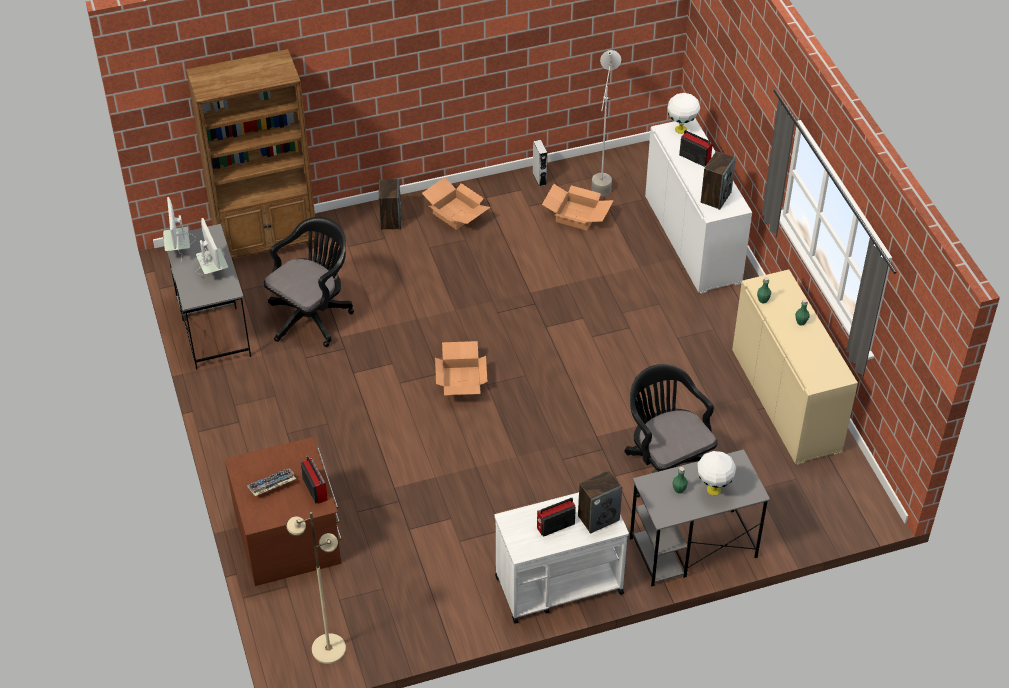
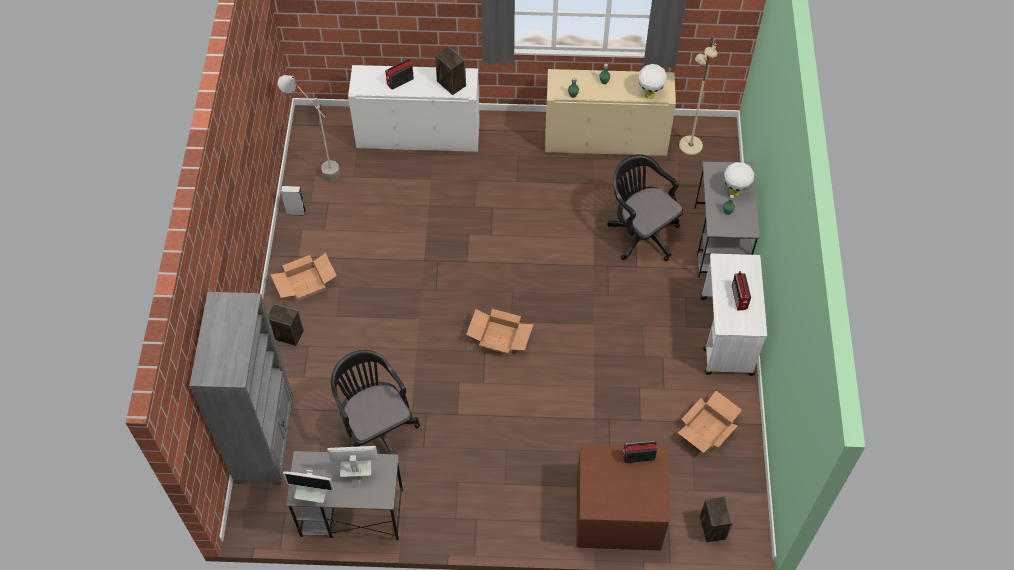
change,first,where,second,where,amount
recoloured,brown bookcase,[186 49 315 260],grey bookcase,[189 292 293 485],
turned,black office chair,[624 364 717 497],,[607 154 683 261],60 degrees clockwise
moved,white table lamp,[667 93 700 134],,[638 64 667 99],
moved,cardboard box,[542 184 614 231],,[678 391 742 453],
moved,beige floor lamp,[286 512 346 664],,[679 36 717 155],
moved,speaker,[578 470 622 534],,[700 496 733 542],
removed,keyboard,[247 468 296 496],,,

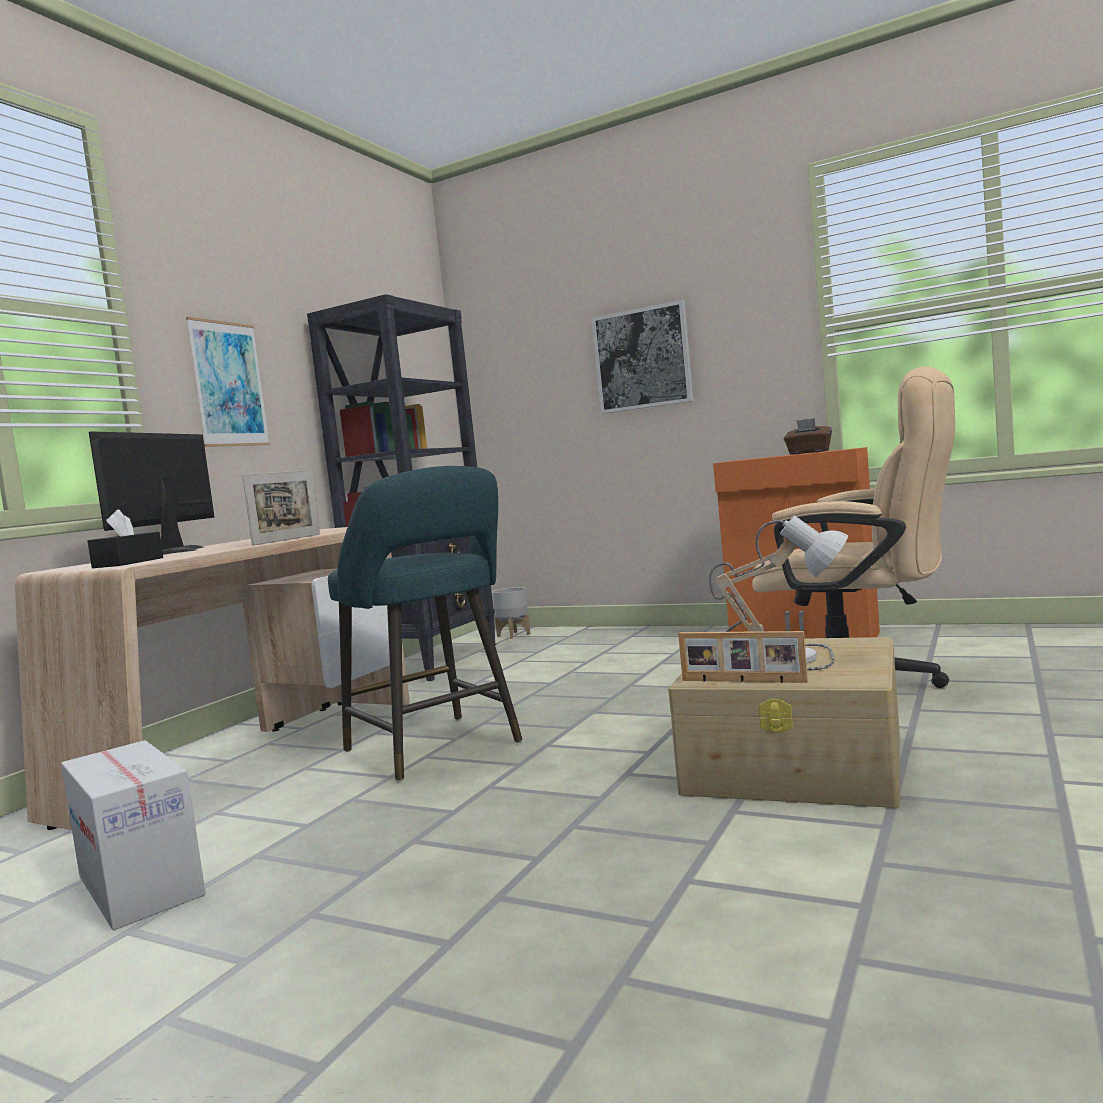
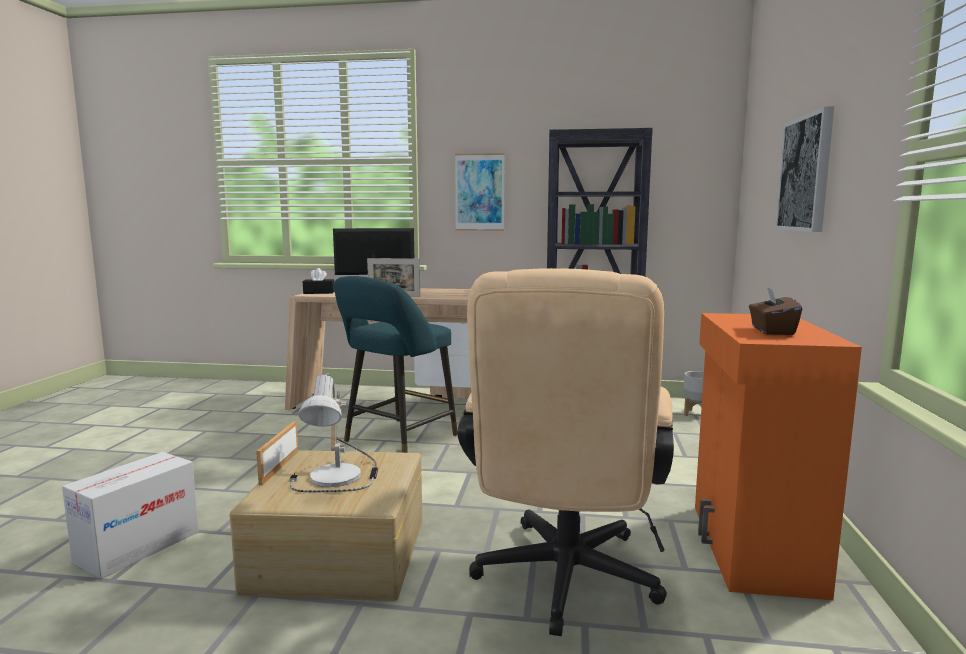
change,first,where,second,where,amount
moved,cardboard box,[61 740 206 930],,[62 452 199 579],

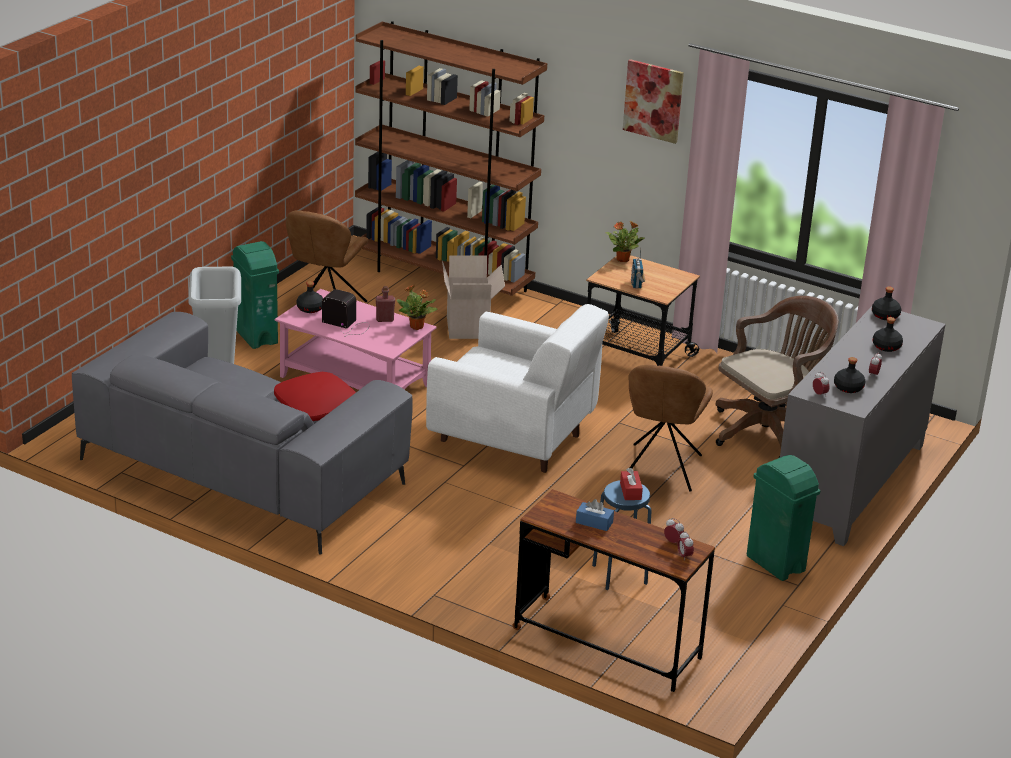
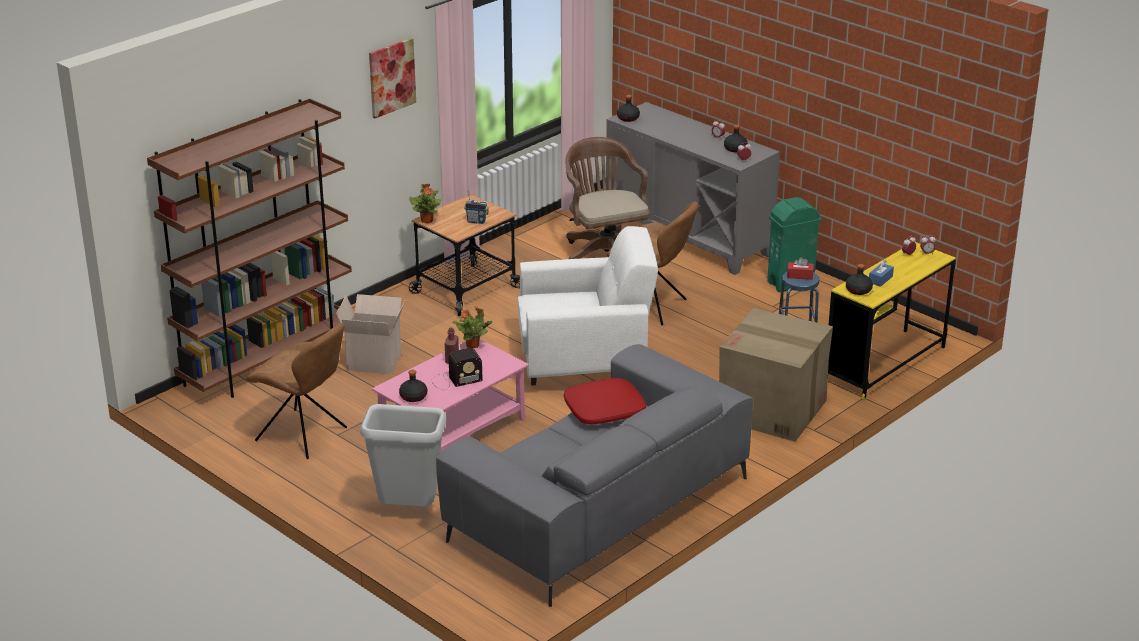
change,first,where,second,where,amount
turned,radio,[322 289 369 336],,[432 348 483 390],150 degrees counterclockwise
turned,white armchair,[426 304 609 473],,[518 226 658 386],45 degrees clockwise
added,,,cardboard box,[719 308 833 442],
recoloured,brown desk,[513 489 715 692],yellow desk,[828 242 956 400],
moved,black bottle,[873 317 903 352],,[846 264 873 295],
removed,green trash can,[231 241 279 349],,,

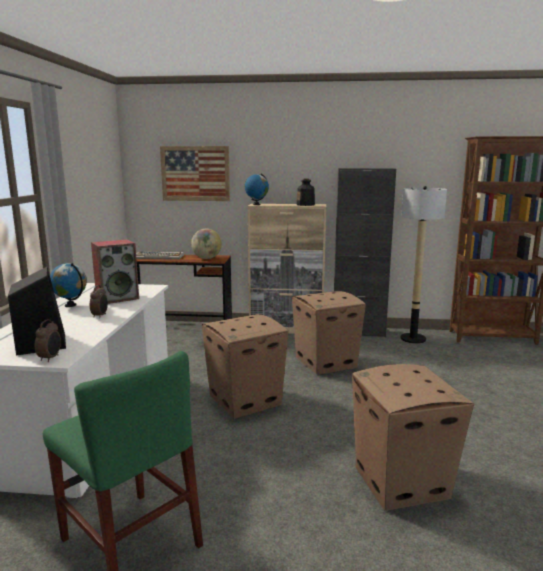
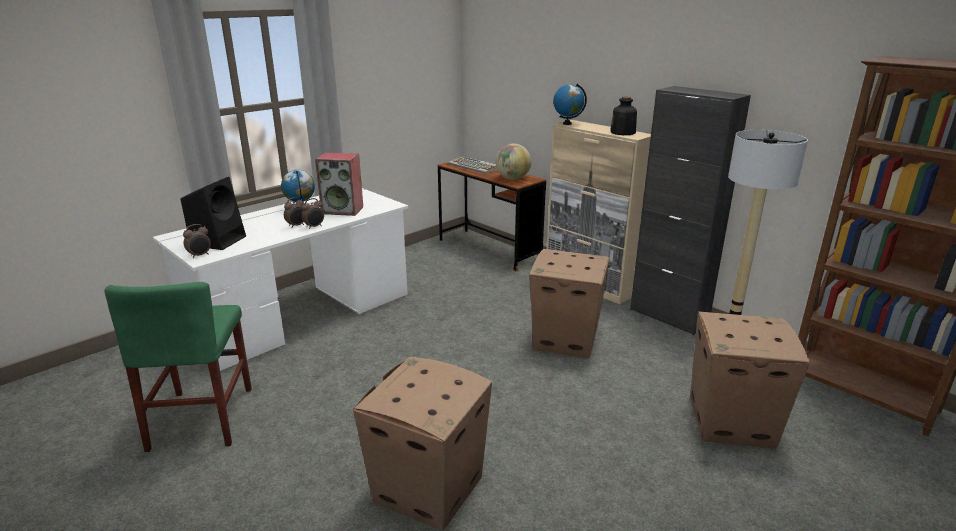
change,first,where,second,where,amount
added,,,alarm clock,[301 198 324 229],
moved,cardboard box,[202 314 288 419],,[690 311 810 449],
removed,picture,[160 146 230 201],,,

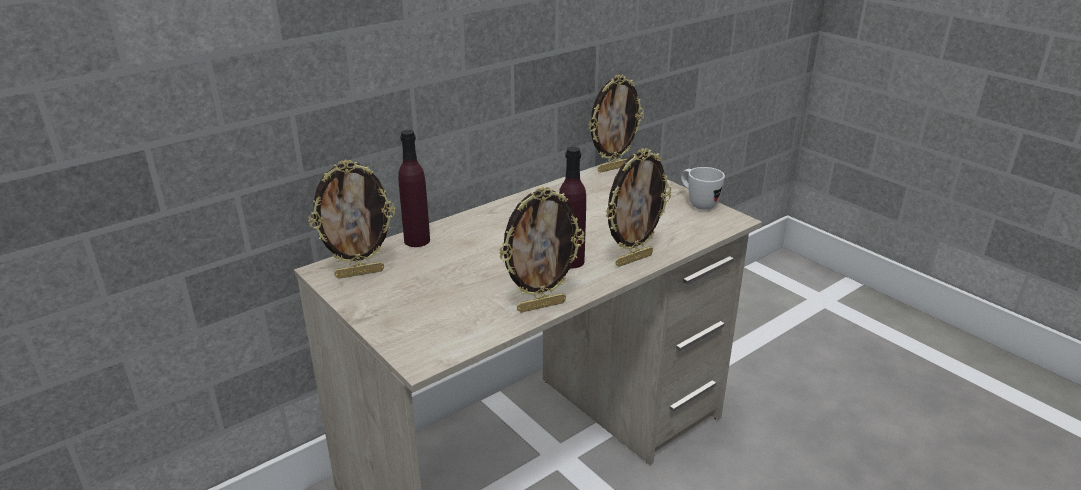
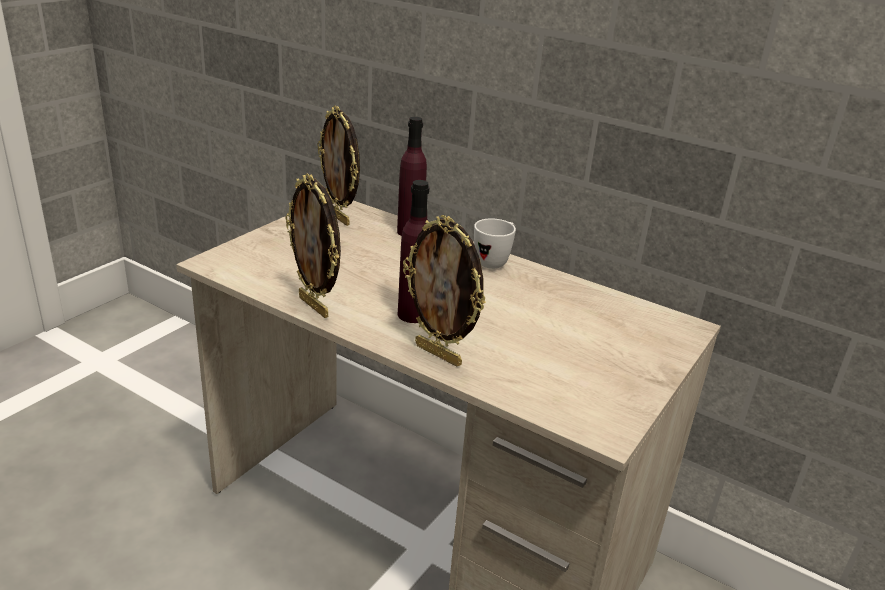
change,first,where,second,where,amount
moved,white mug,[681 167 725 210],,[474 218 516 269],
removed,picture frame,[588 74 644 173],,,

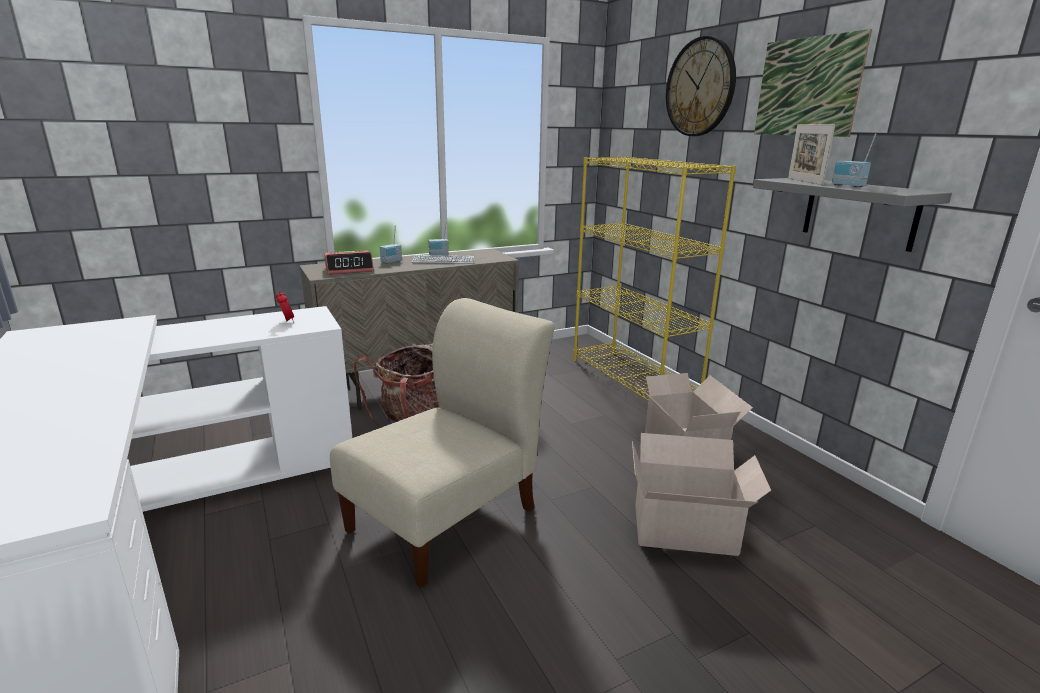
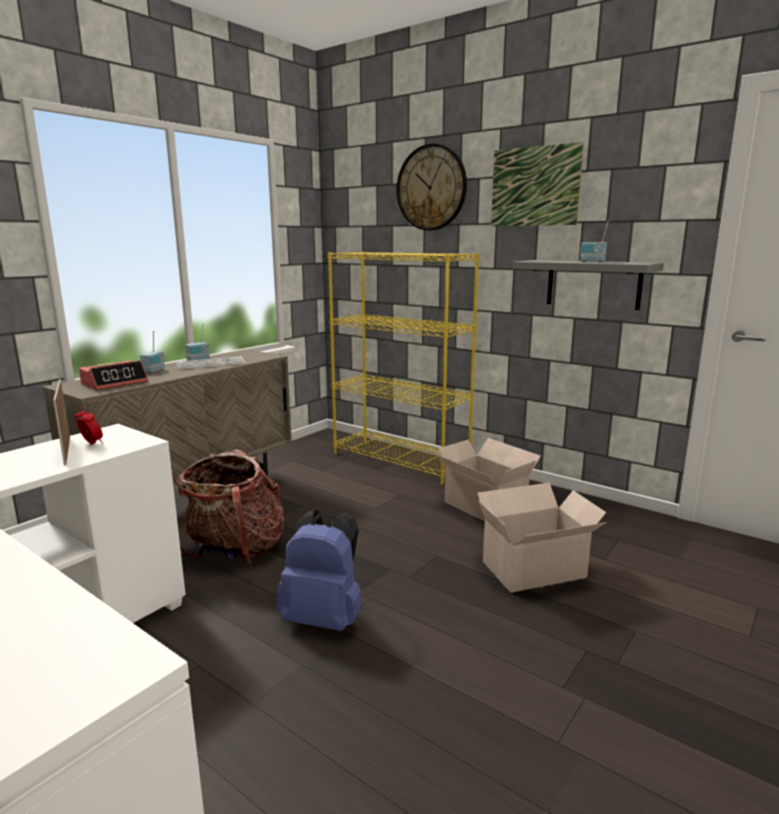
change,first,where,second,where,amount
moved,picture frame,[788 125 835 185],,[53 379 70 466],
replaced,beige chair,[330 298 555 587],blue backpack,[277 510 361 631],

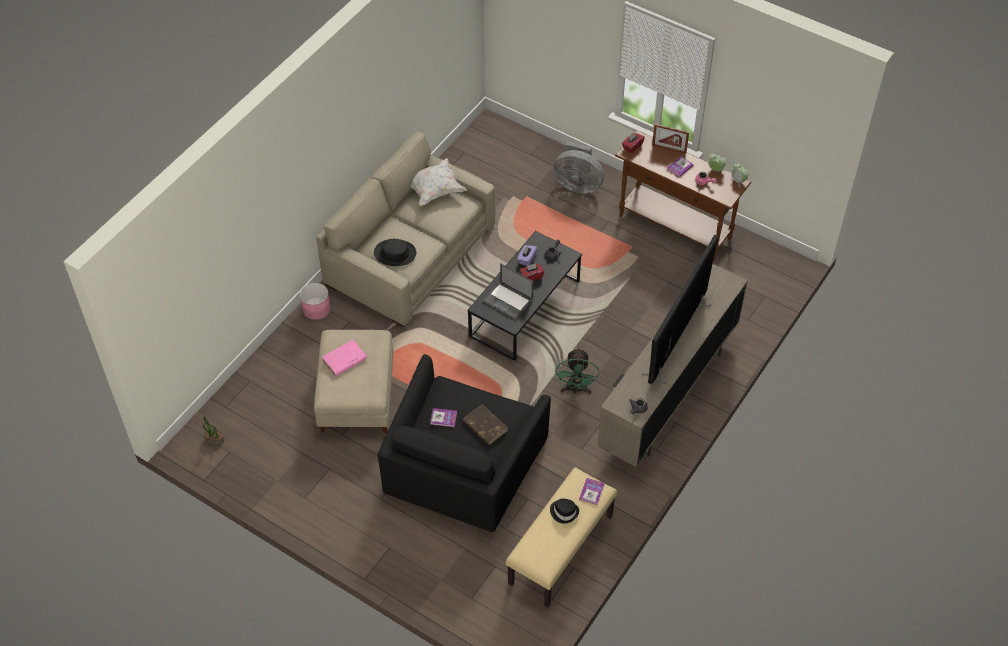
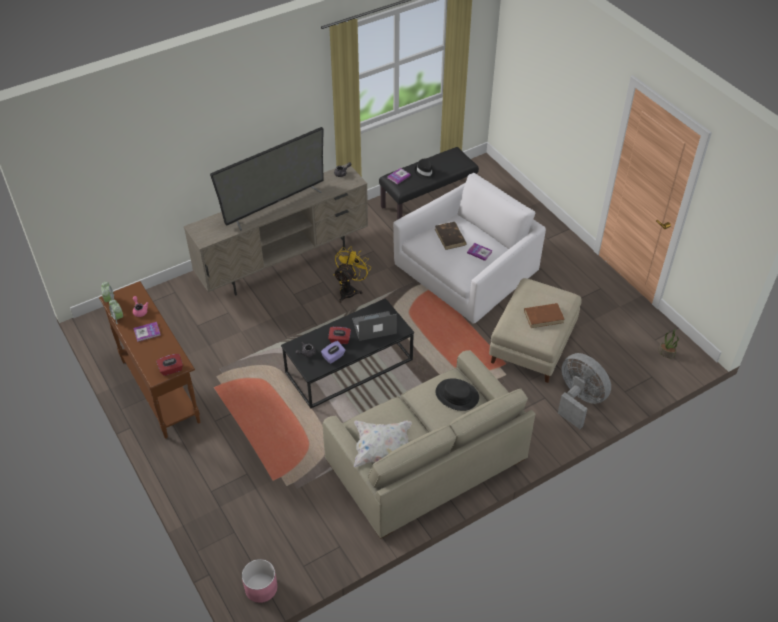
change,first,where,second,where,amount
moved,pink planter,[300 283 330 320],,[242 559 277 603],
recoloured,green fan,[555 348 599 394],yellow fan,[333 246 370 303],
turned,laptop,[483 263 534 320],,[352 311 397 341],75 degrees counterclockwise
recoloured,beige bench,[506 467 617 607],black bench,[379 147 479 220],
recoloured,black armchair,[377 354 551 532],white armchair,[393 173 546 324],
recoloured,pink book,[322 340 367 376],brown book,[524 303 565 328],
moved,grey fan,[553 141 604 194],,[558 353 611 429],
removed,picture frame,[652 124 689 154],,,

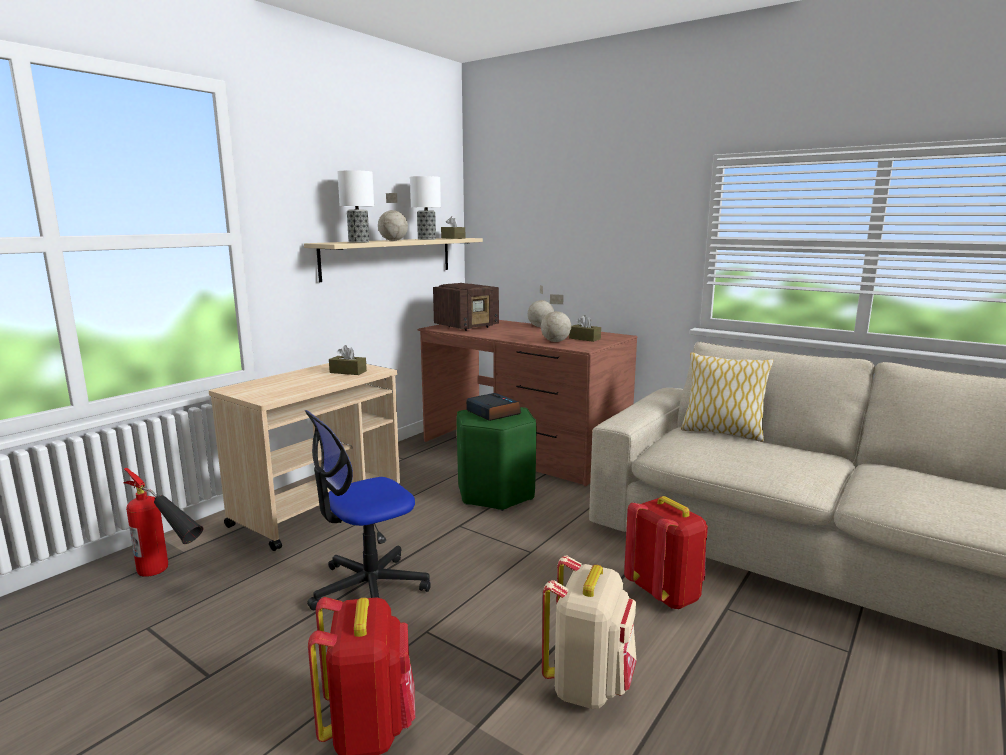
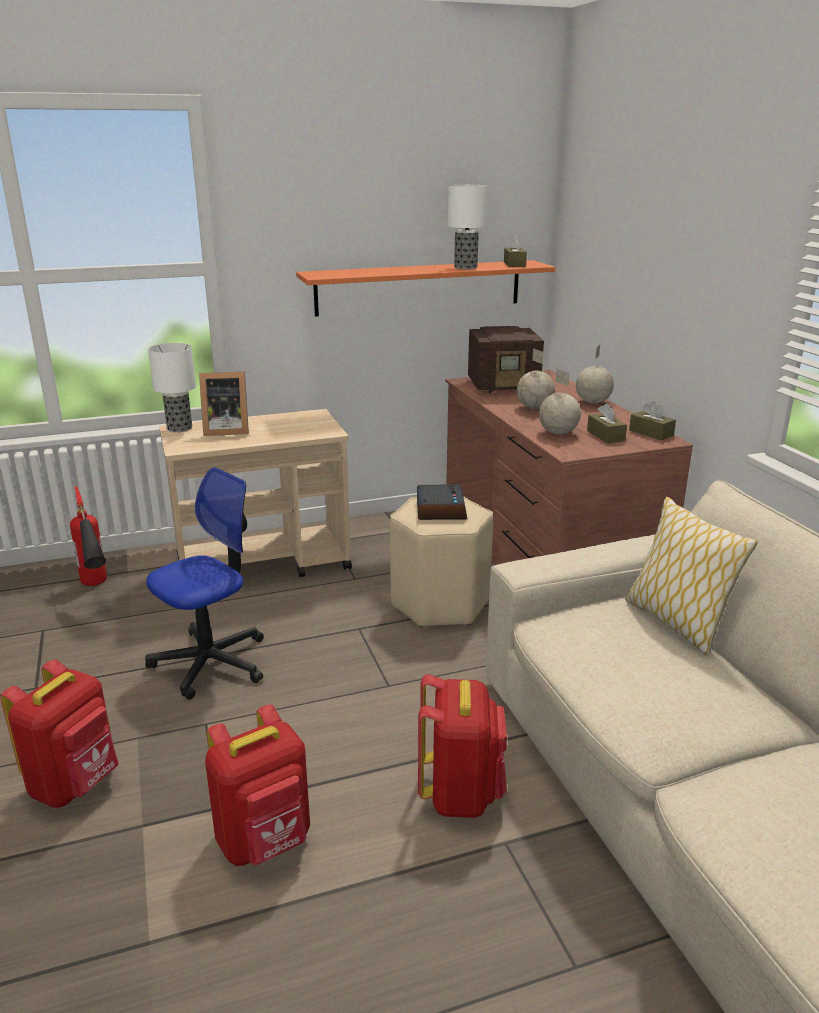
change,first,where,second,where,amount
turned,office chair,[305 410 431 610],,[145 467 264 700],135 degrees clockwise
moved,table lamp,[337 170 374 243],,[148 343 196 432],
added,,,picture frame,[199 372 249 436],
recoloured,beige backpack,[542 556 637 709],red backpack,[205 704 310 866],
recoloured,beige shelf,[304 238 483 282],orange shelf,[296 260 556 317],
recoloured,green stool,[457 407 536 511],beige stool,[389 496 493 627],
moved,globe,[378 193 408 241],,[517 349 555 409],
moved,brown tissue box,[329 345 367 375],,[629 401 676 440],

